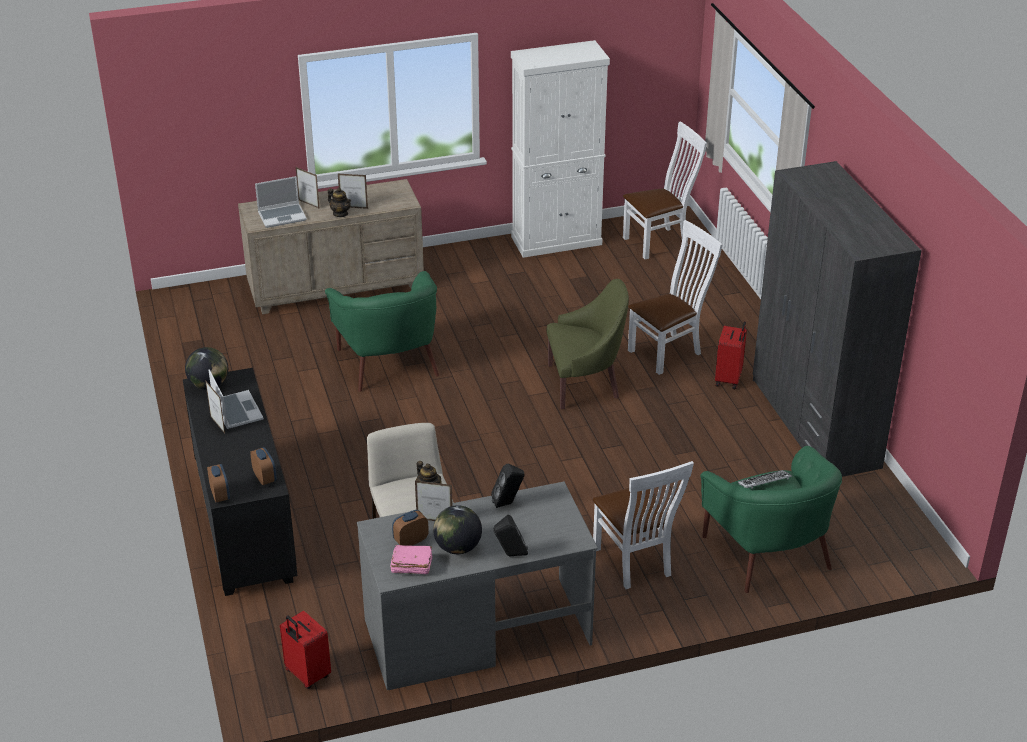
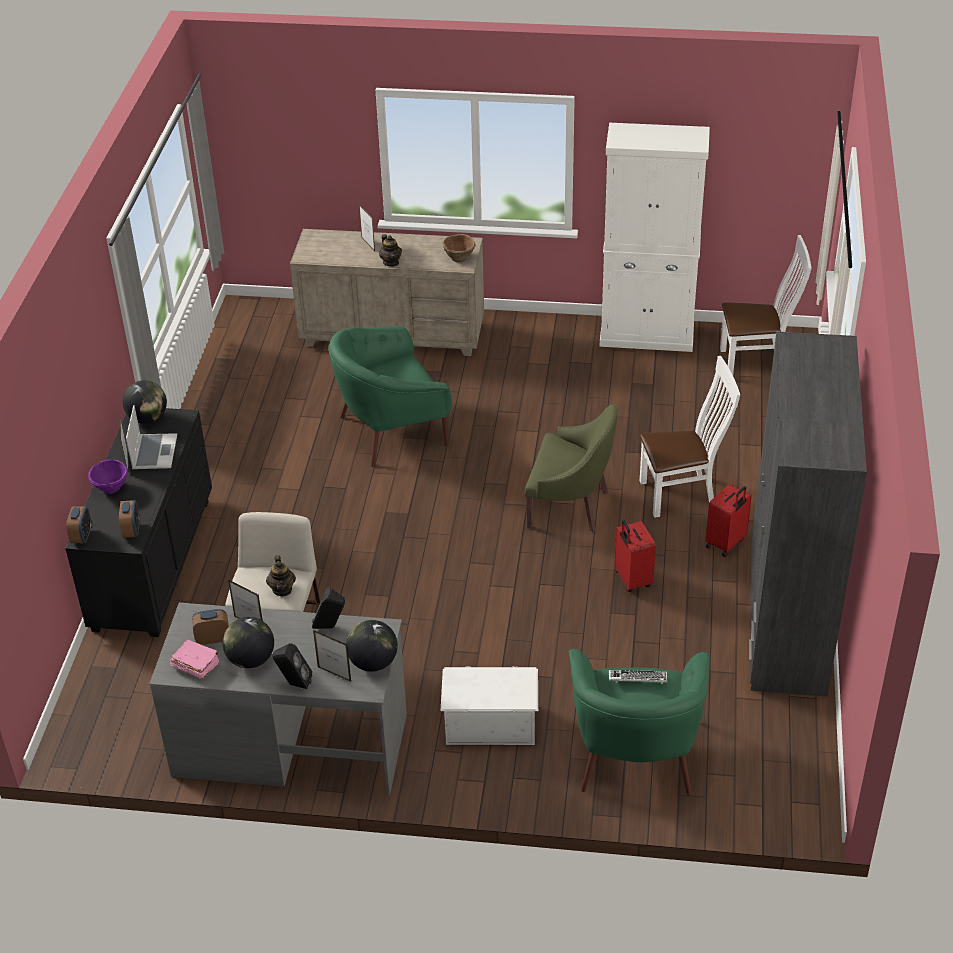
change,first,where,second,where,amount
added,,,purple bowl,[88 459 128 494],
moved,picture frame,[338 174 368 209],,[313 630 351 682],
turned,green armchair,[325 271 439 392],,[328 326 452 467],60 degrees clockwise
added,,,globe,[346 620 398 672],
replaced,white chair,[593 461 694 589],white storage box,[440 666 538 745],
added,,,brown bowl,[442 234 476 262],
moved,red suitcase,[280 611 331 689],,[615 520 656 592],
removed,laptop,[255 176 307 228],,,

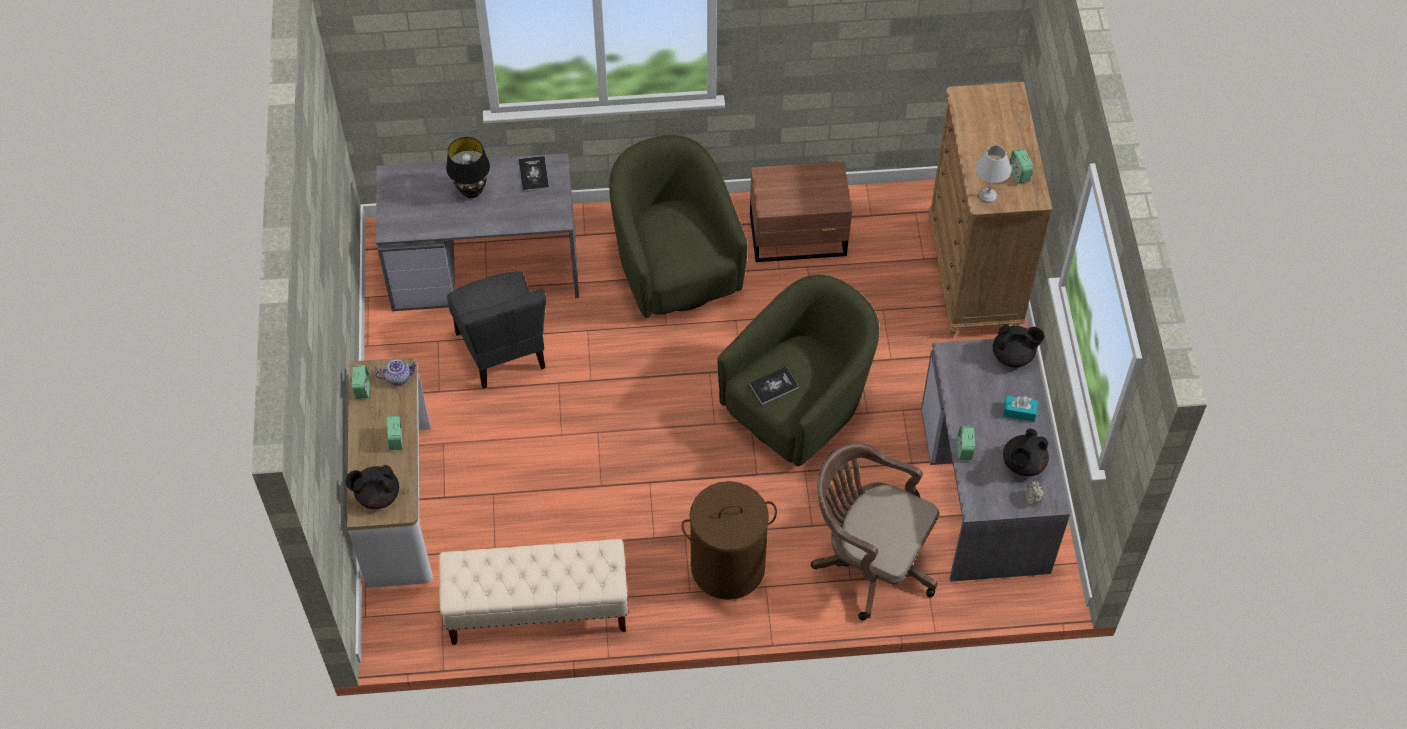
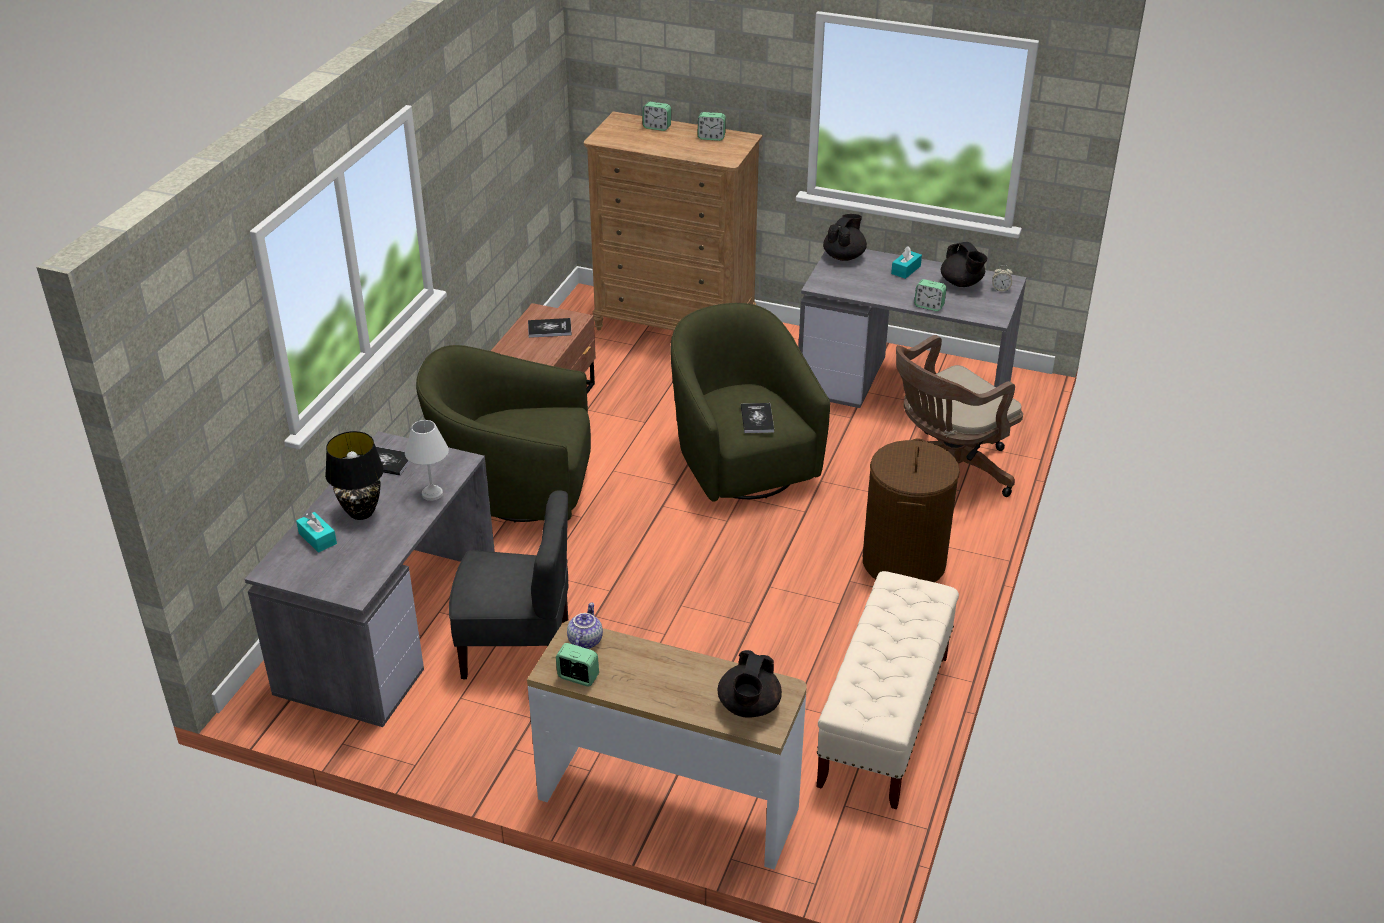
change,first,where,second,where,amount
added,,,turquoise tissue box,[296 512 337 553],
moved,white table lamp,[975 145 1011 203],,[405 420 449 501],
added,,,book,[528 318 572 338],
moved,alarm clock,[387 416 403 450],,[643 102 671 131],

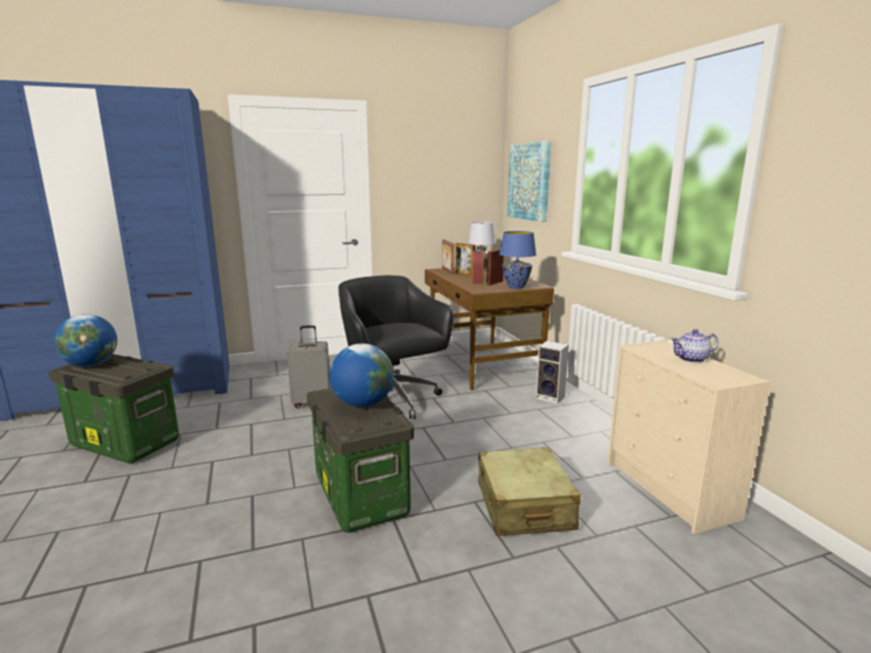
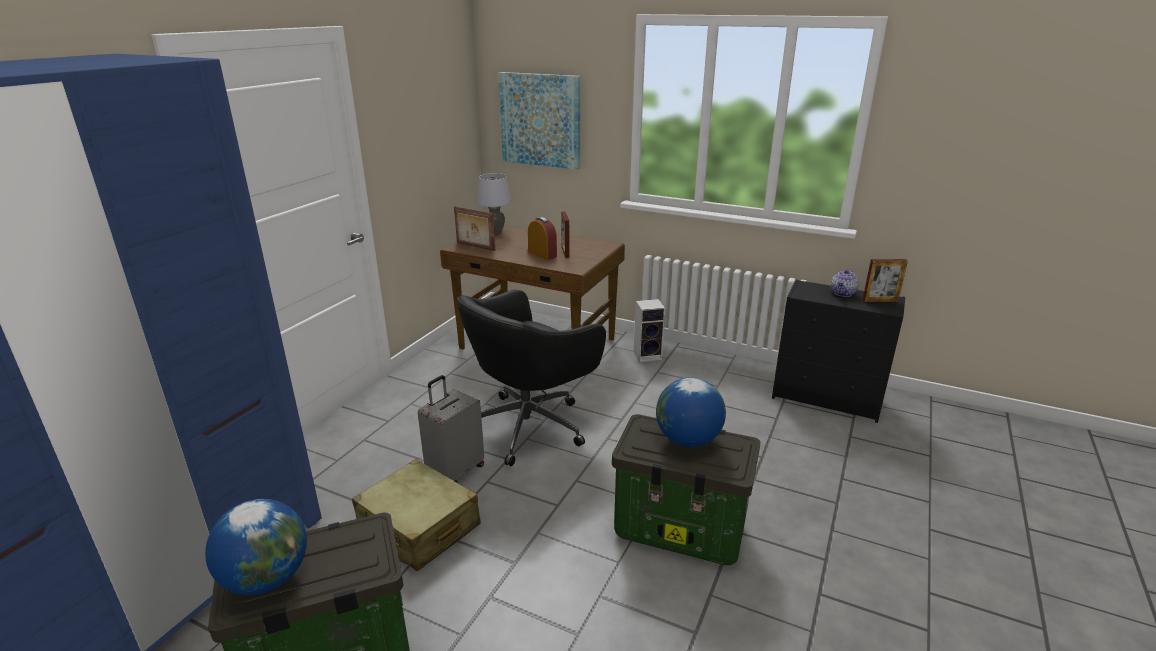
change,first,where,second,where,amount
moved,beige suitcase,[478 447 581 536],,[352 459 481 571],
turned,black office chair,[338 275 454 419],,[457 290 606 466],60 degrees counterclockwise
recoloured,beige dresser,[607 340 771 534],black dresser,[772 279 905 423],
moved,picture frame,[455 243 475 276],,[862 259 908 302],
removed,blue table lamp,[499 231 536 289],,,

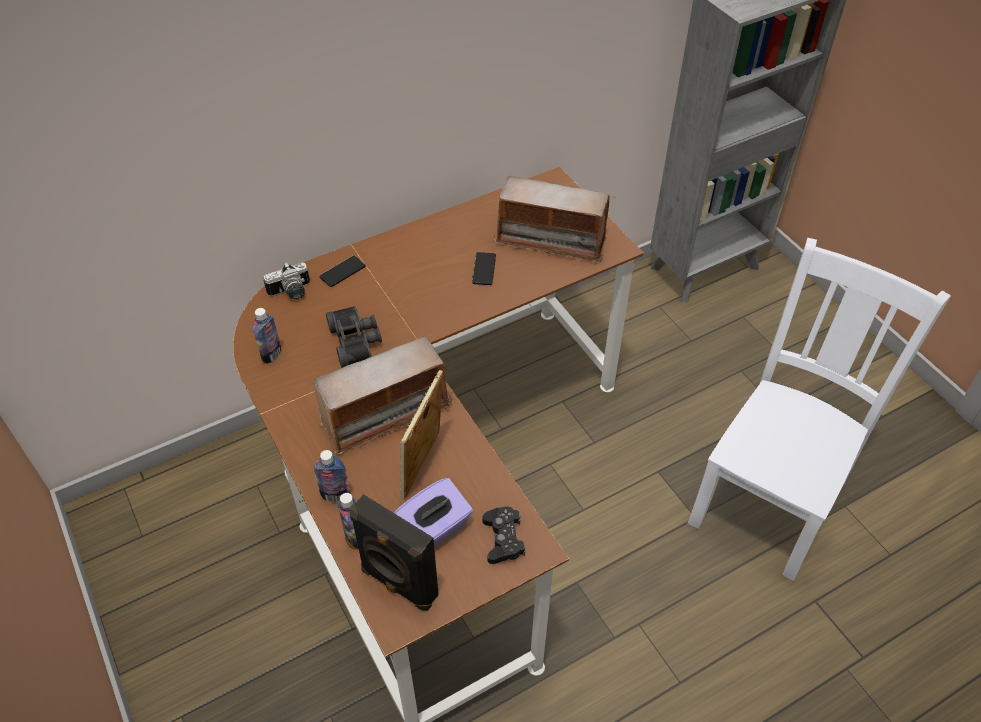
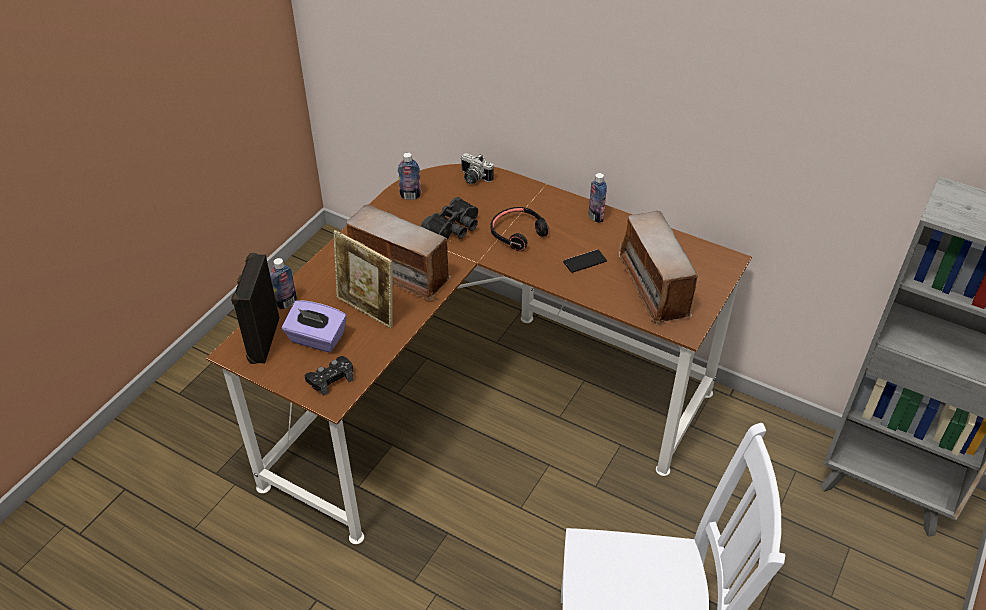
change,first,where,second,where,amount
turned,picture frame,[400 370 443 500],,[333 230 393 328],135 degrees counterclockwise
added,,,black headphones,[490 207 549 251],
moved,bottle,[314 450 351 503],,[588 173 607 223],
removed,phone,[319 256 366 287],,,

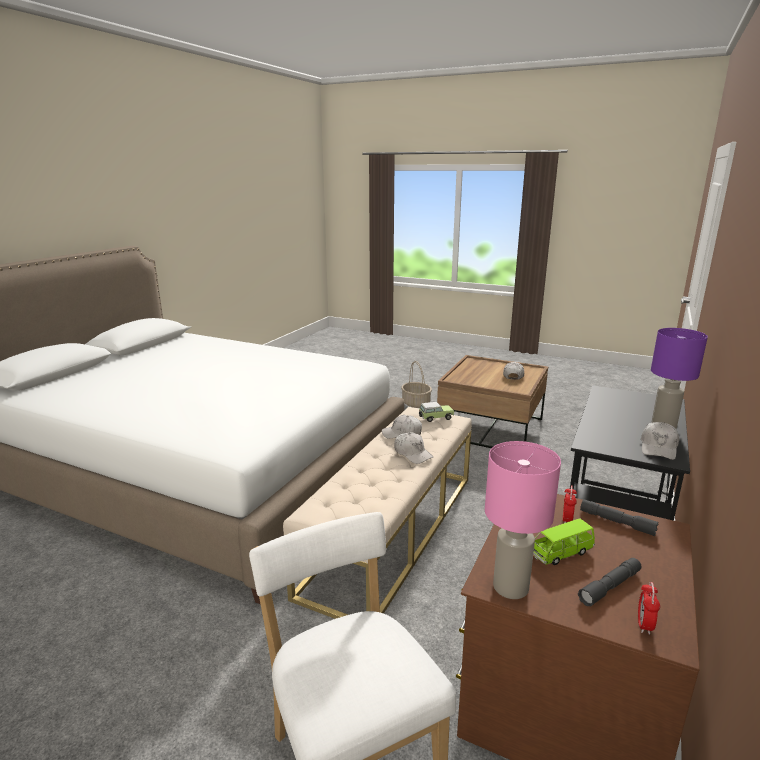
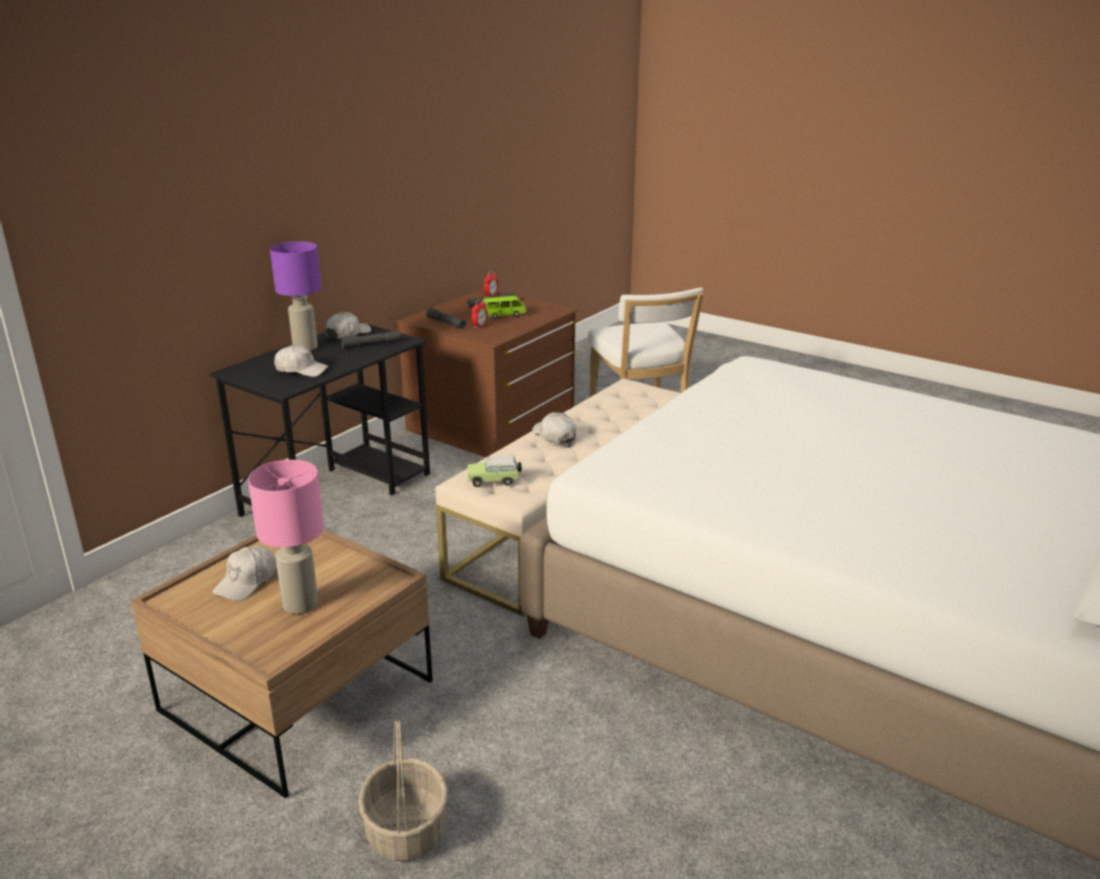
change,first,where,second,where,amount
moved,pink table lamp,[485 441 561 599],,[248 460 324 614],
moved,white cap,[382 415 422 439],,[274 345 329 377],
added,,,grey flashlight,[341 331 400 349],

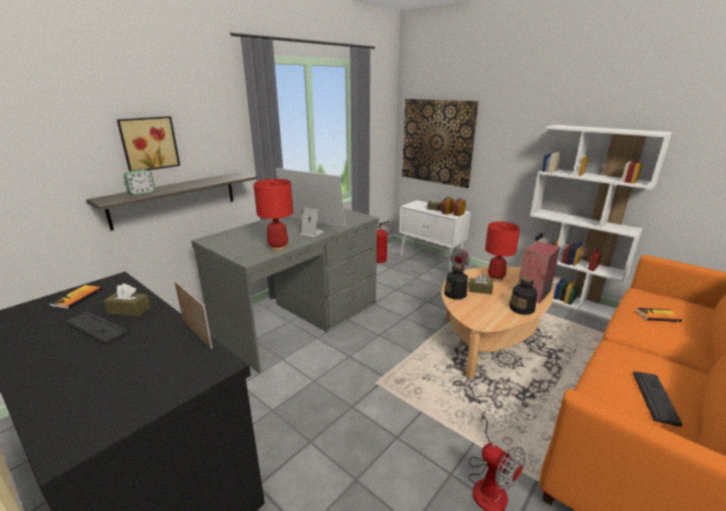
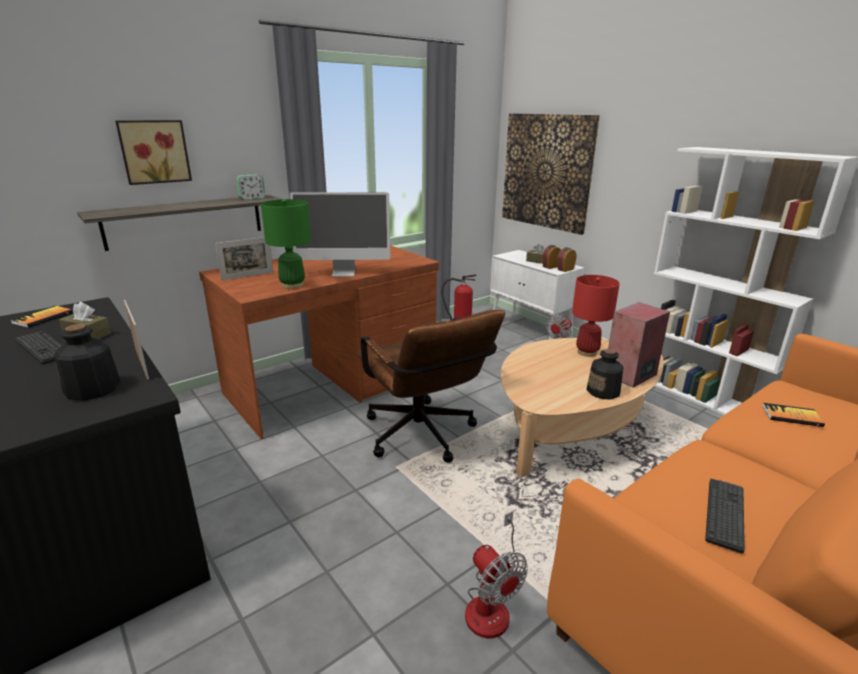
change,first,where,second,where,amount
moved,bottle,[444 265 468 300],,[54 324 121 400],
recoloured,grey desk,[191 208 379 374],brown desk,[199 245 439 440],
added,,,picture frame,[215 237 273 281],
moved,alarm clock,[124 170 155 195],,[236 175 265 200],
recoloured,red table lamp,[253 179 293 251],green table lamp,[261 199 311 289],
turned,monitor,[276 168 346 237],,[290 192 390 277],135 degrees clockwise
added,,,brown office chair,[357 310 505 463],
removed,brown tissue box,[469 274 493 294],,,

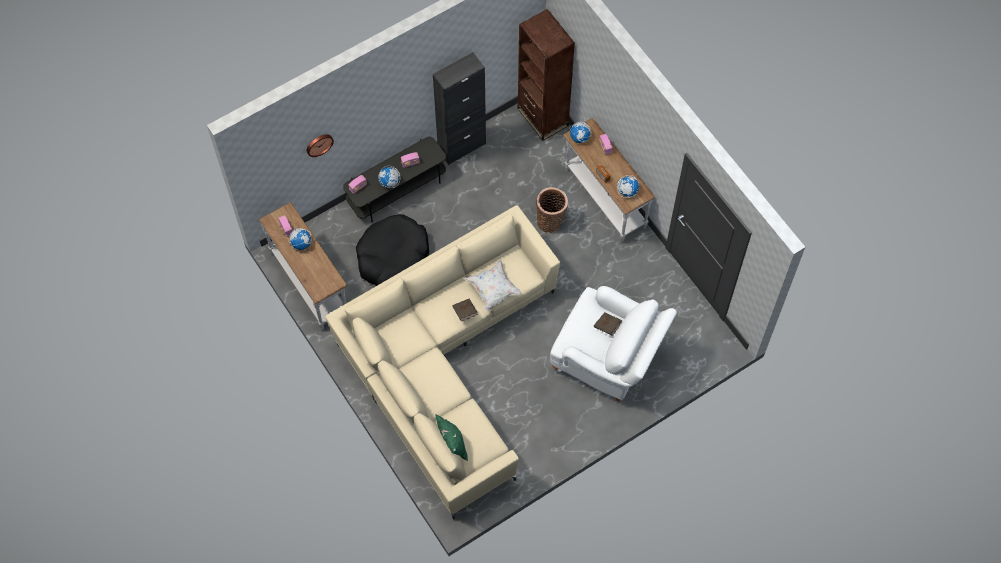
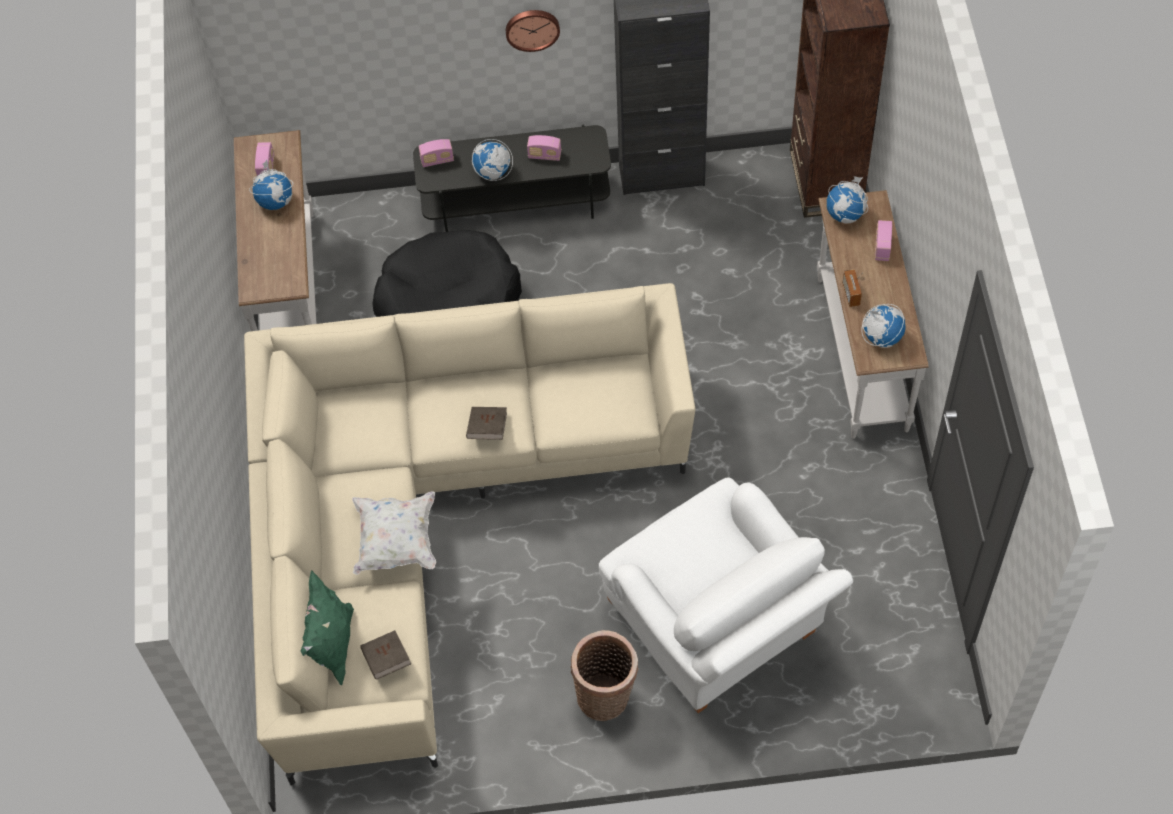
change,first,where,second,where,amount
moved,white pillow,[465 260 521 311],,[352 491 436 575],
moved,brown book,[594 312 622 336],,[360 630 411 680],
moved,wall clock,[307 134 334 157],,[506 10 560 52],
moved,basket,[536 187 568 233],,[571 630 639 721],

